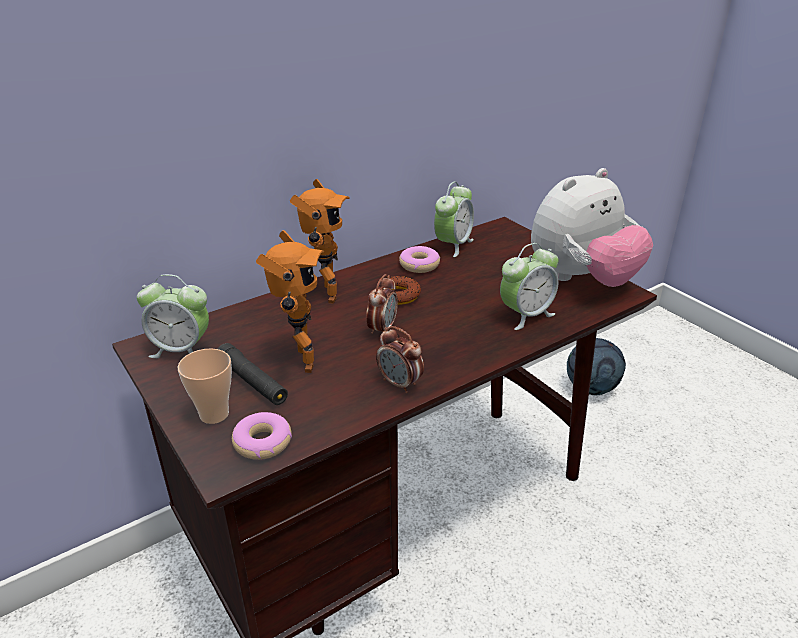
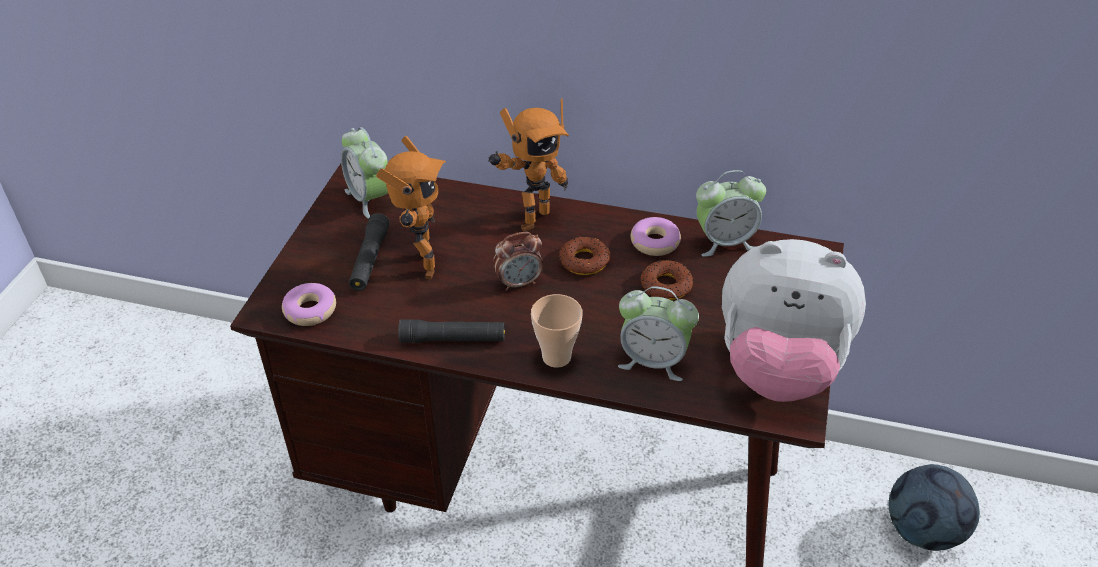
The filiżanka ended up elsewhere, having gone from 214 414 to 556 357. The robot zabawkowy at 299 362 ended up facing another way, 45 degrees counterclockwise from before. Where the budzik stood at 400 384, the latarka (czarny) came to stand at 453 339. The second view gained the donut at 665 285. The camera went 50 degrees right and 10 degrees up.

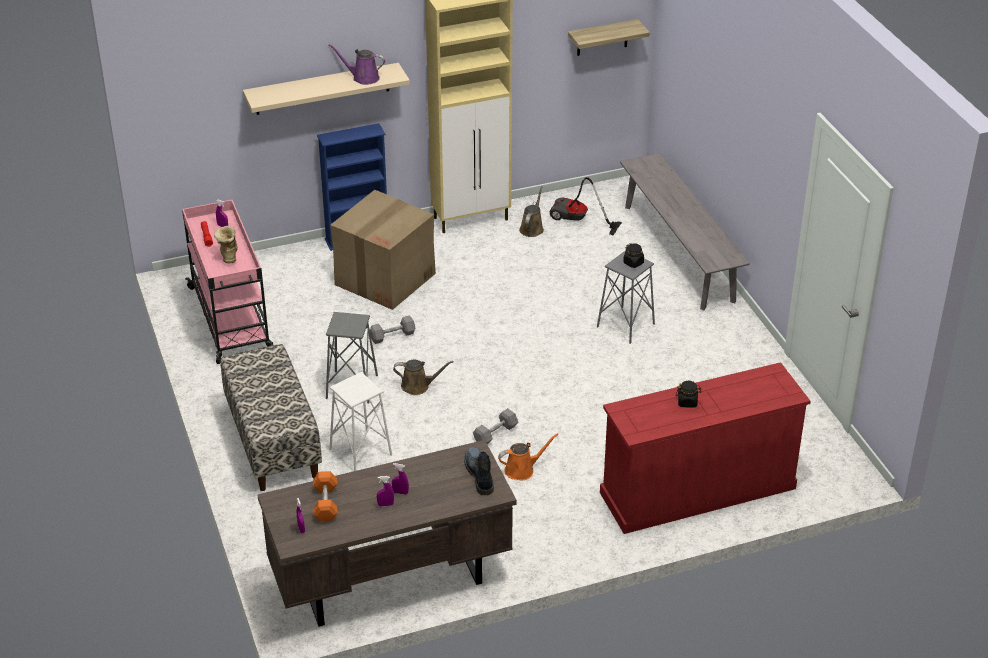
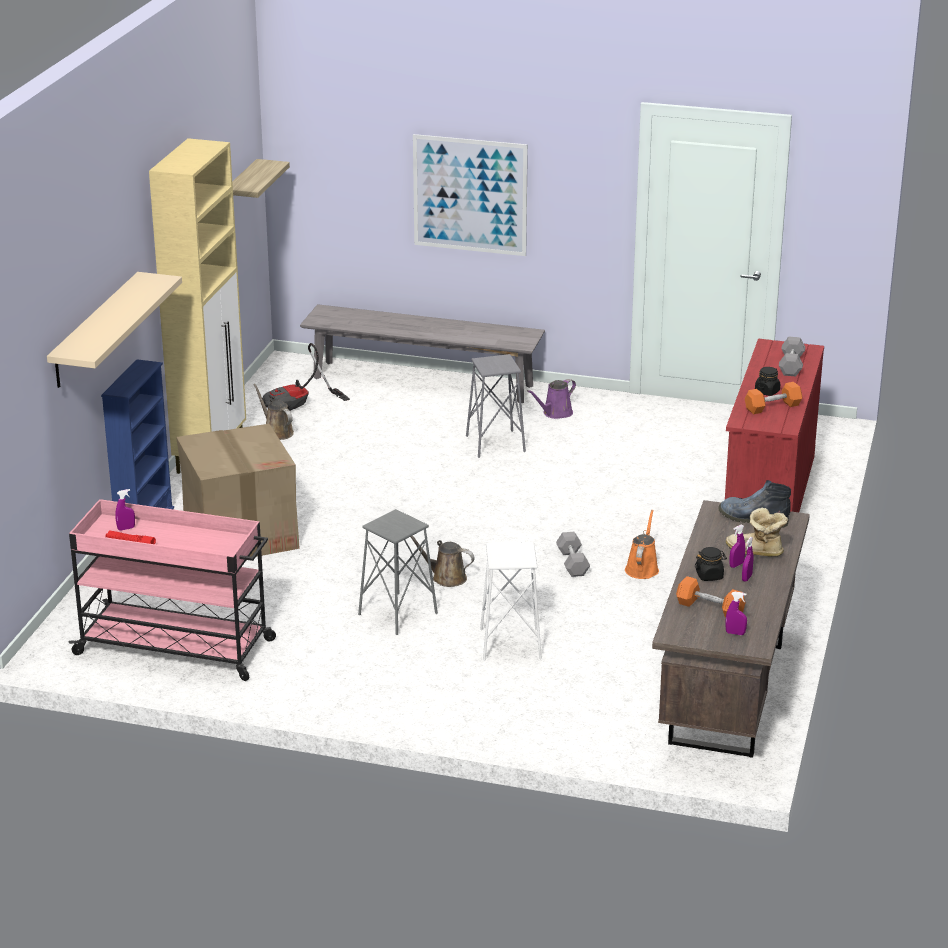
The but z cholewką ended up elsewhere, having gone from 228 255 to 755 552. The second view lost the ławka at 272 441. The konewka (fioletowy) ended up elsewhere, having gone from 363 78 to 555 413. The hantel (szary) ended up elsewhere, having gone from 392 336 to 791 365. The konewka (brązowy) at 418 386 ended up facing another way, 105 degrees counterclockwise from before. The słoik (czarny) ended up elsewhere, having gone from 633 263 to 709 575. The second view gained the obraz at 470 195. The second view gained the hantel (pomarańczowy) at 772 407. The camera went 55 degrees left and 10 degrees down.

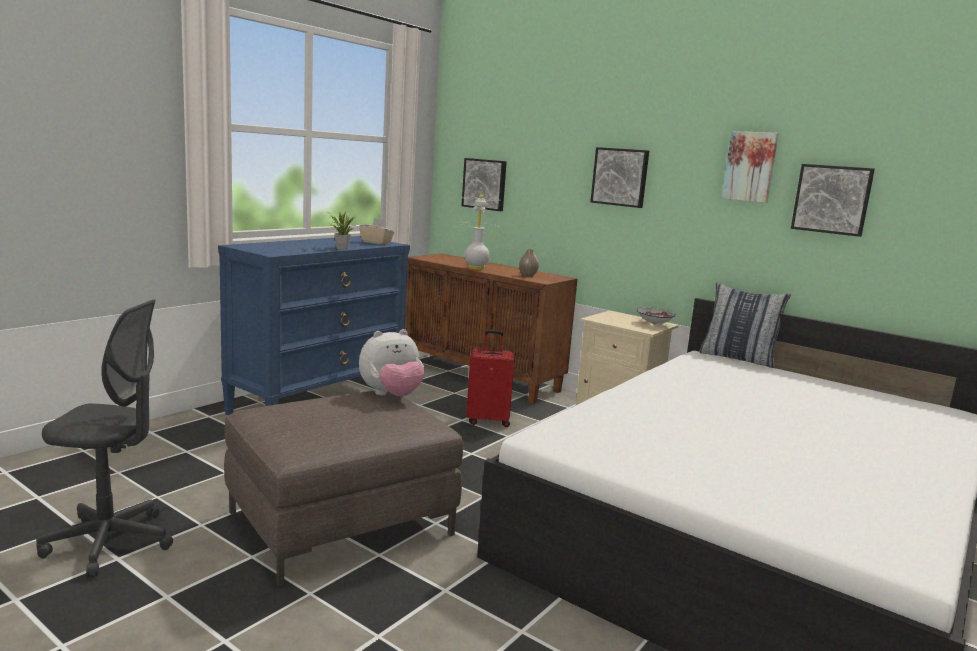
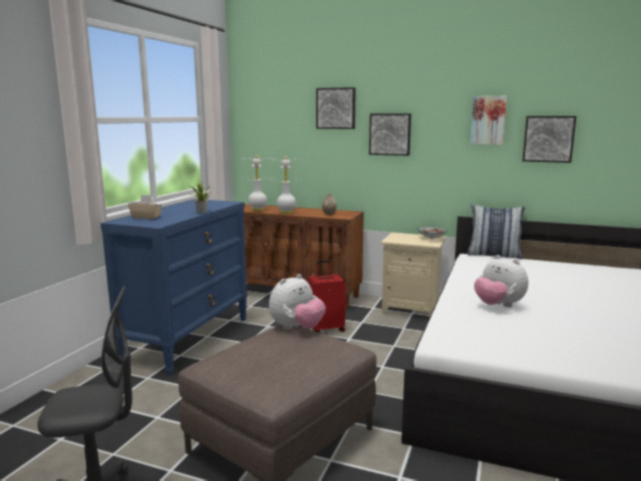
The pudełko chusteczek (beżowy) ended up elsewhere, having gone from 376 242 to 146 217. The obraz ended up elsewhere, having gone from 485 184 to 336 108. The second view gained the lampa stołowa (biały) at 257 210. The second view gained the pluszak at 498 305. The camera went 15 degrees left and 0 degrees up.

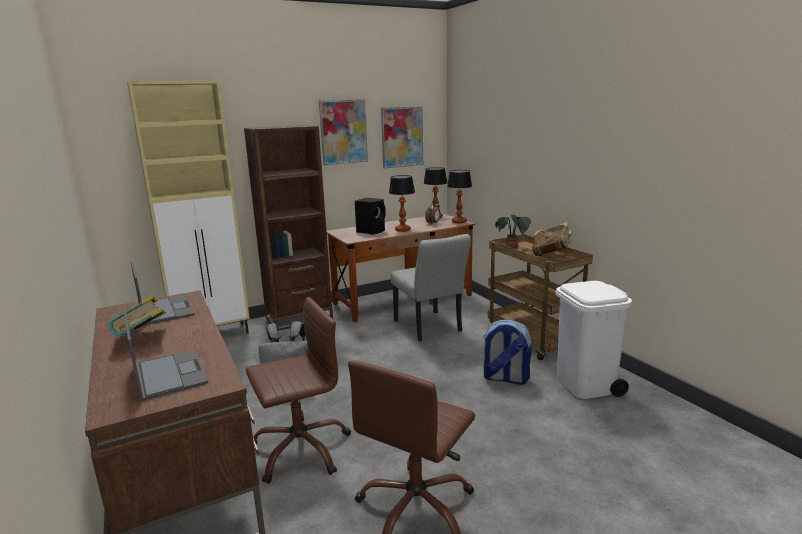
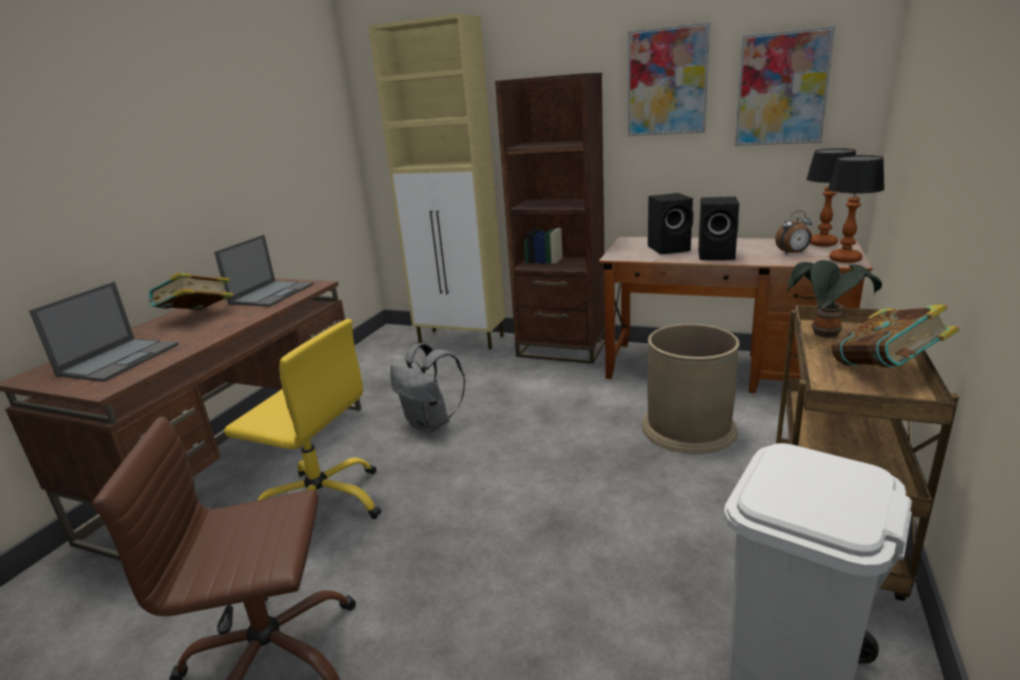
What was the krzesło biurowe (brązowy) at 300 449 turned into the krzesło biurowe (żółty) at 322 504. Where the lampa stołowa stood at 402 230, the głośnik (czarny) came to stand at 717 255. Where the krzesło (szary) stood at 430 328, the kosz na śmieci (brązowy) came to stand at 688 428. The second view lost the plecak at 505 378. The camera went 50 degrees right and 5 degrees up.

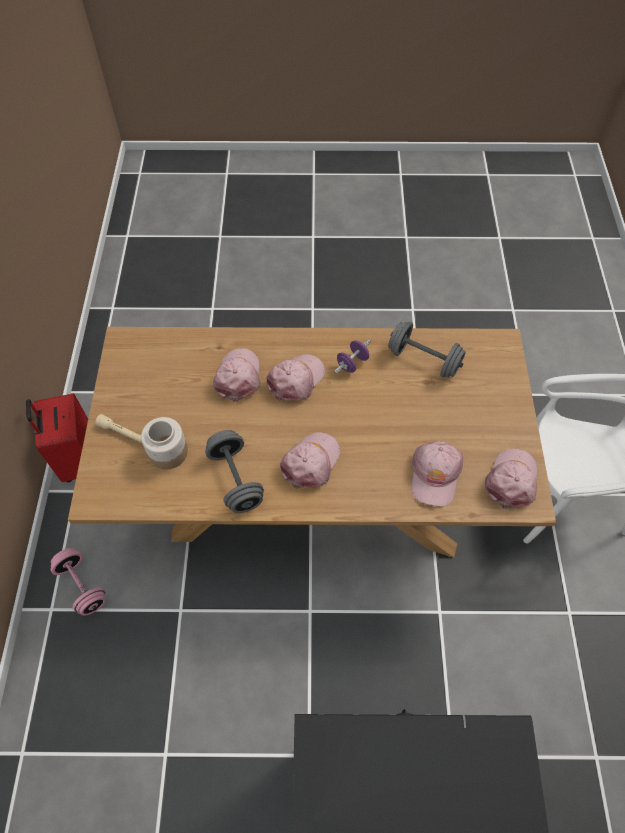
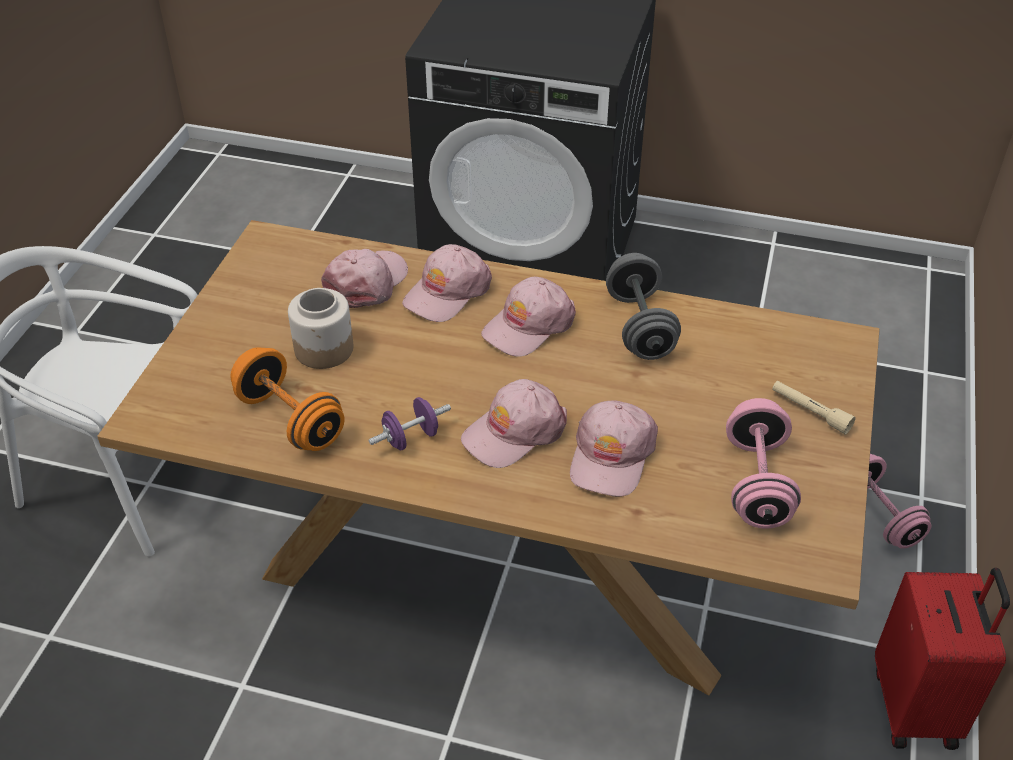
The słoik ended up elsewhere, having gone from 168 452 to 324 349. What was the hantel (szary) at 423 360 turned into the hantel (pomarańczowy) at 290 419. The czapka z daszkiem (różowy) ended up elsewhere, having gone from 511 480 to 447 292. The second view gained the hantel (różowy) at 757 483. The camera went 165 degrees left and 15 degrees down.

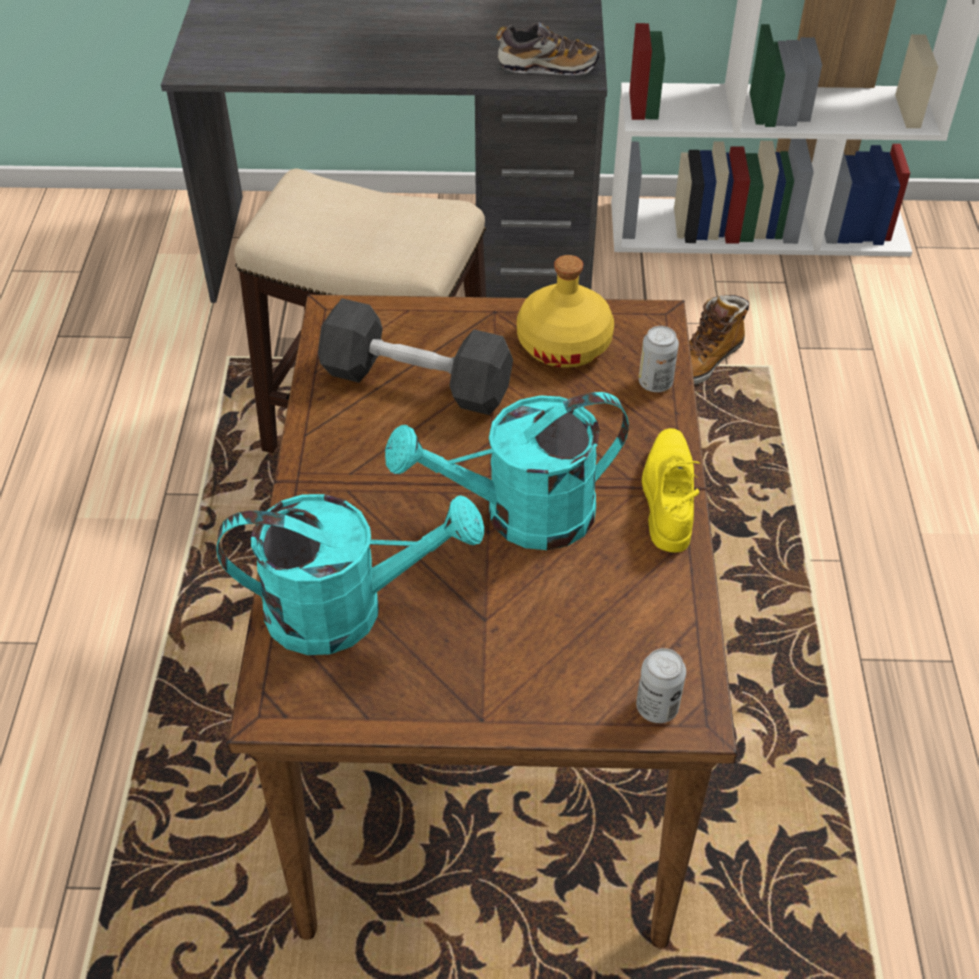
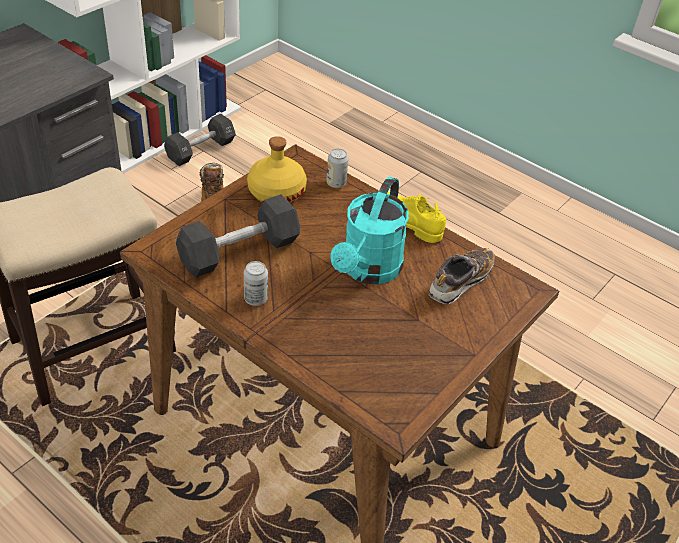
The second view lost the konewka (turkusowy) at 346 608. The but ended up elsewhere, having gone from 547 67 to 460 282. The puszka ended up elsewhere, having gone from 657 707 to 255 299. The second view gained the hantel (czarny) at 201 150. The camera went 55 degrees left and 5 degrees down.

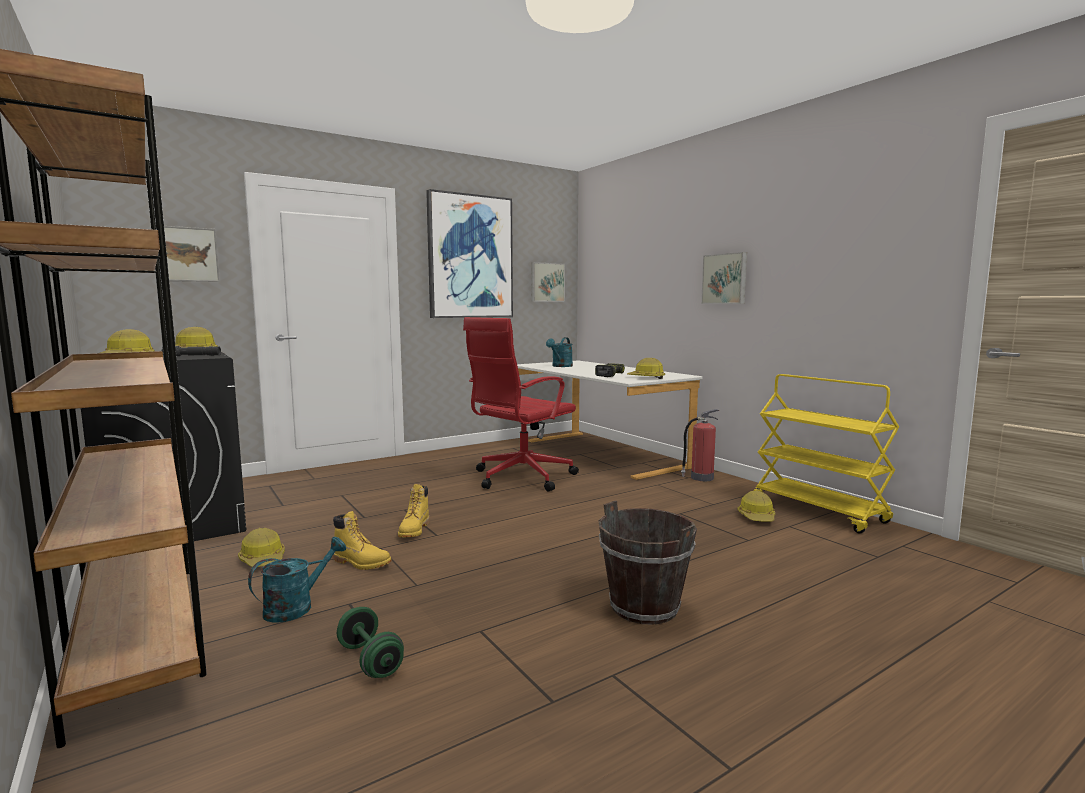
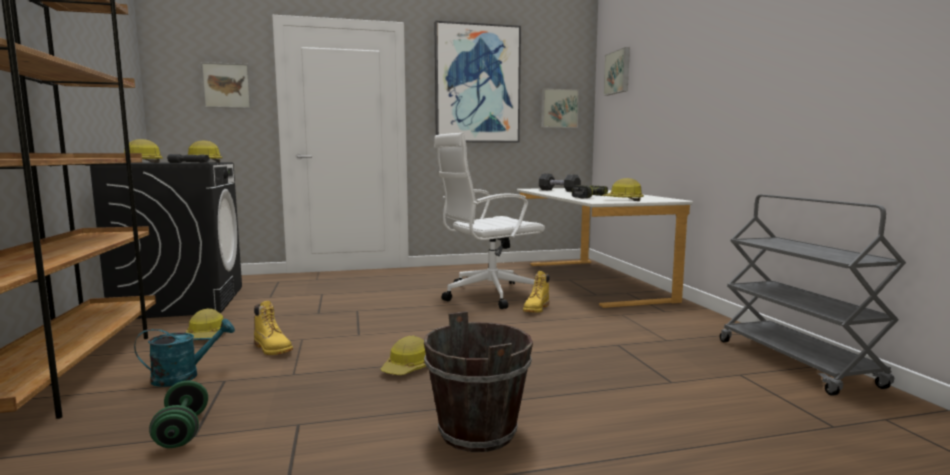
The but z cholewką (żółty) ended up elsewhere, having gone from 414 530 to 536 309. What was the krzesło biurowe (czerwony) at 520 478 turned into the krzesło biurowe (biały) at 488 295. Where the konewka (turkusowy) stood at 560 366, the hantel (czarny) came to stand at 559 190. The second view lost the gaśnica at 700 478. The obraz ended up elsewhere, having gone from 725 279 to 618 72. The kask ended up elsewhere, having gone from 757 517 to 407 368. What was the wózek (żółty) at 819 511 turned into the wózek (szary) at 797 363. The camera went 20 degrees right and 0 degrees up.

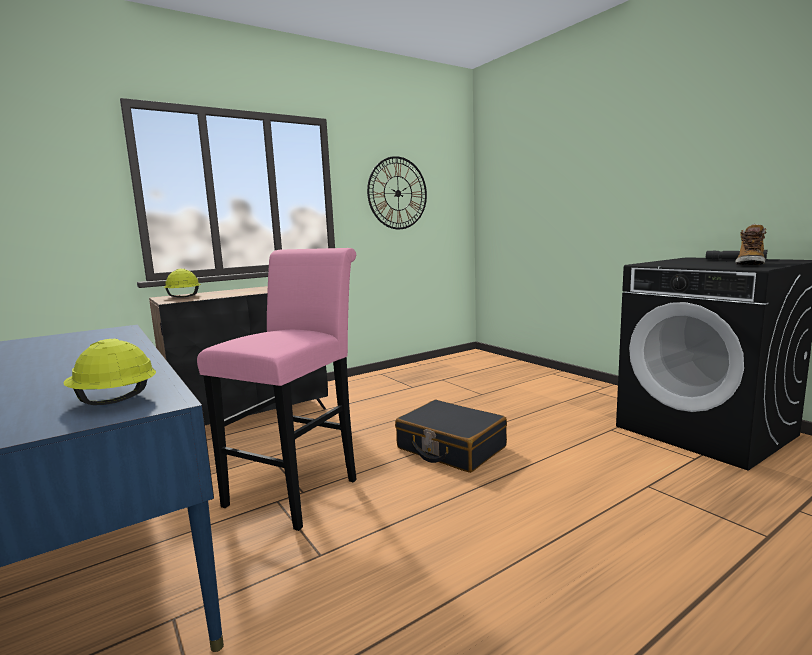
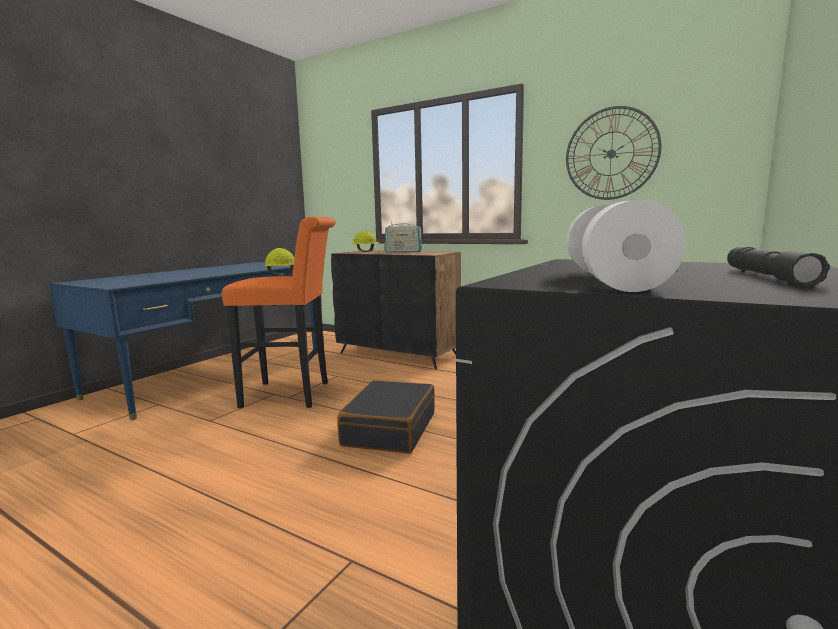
The kask (żółty) ended up elsewhere, having gone from 114 400 to 282 274. What was the stołek (różowy) at 298 488 turned into the stołek (pomarańczowy) at 293 394. Where the but z cholewką stood at 749 264, the hantel (biały) came to stand at 612 280. The second view gained the radio at 403 252. The camera went 65 degrees right and 0 degrees up.

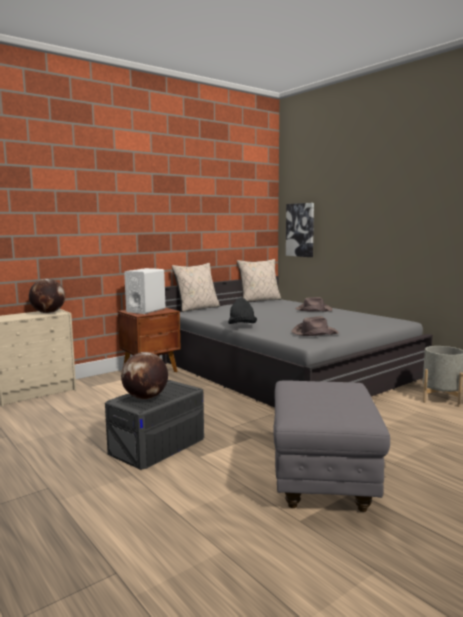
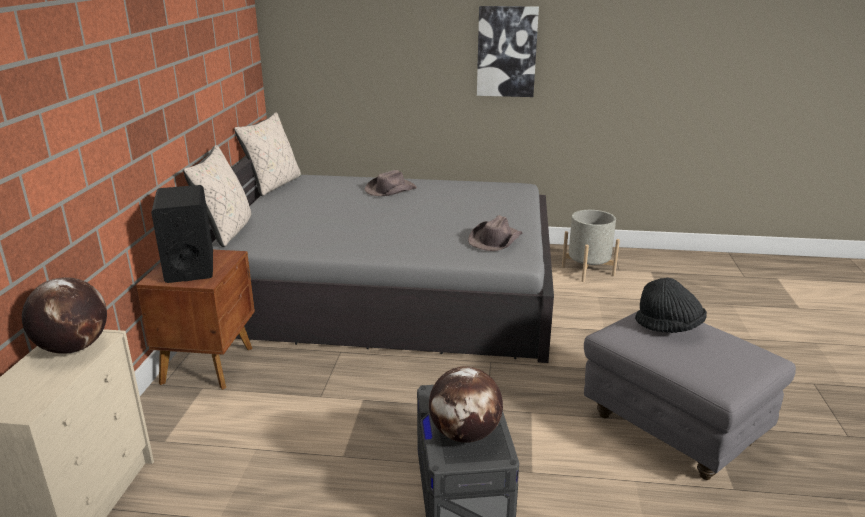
What was the głośnik (biały) at 146 310 turned into the głośnik (czarny) at 189 267. The kapelusz (czarny) ended up elsewhere, having gone from 242 326 to 669 327. The obraz ended up elsewhere, having gone from 300 230 to 506 51. The camera went 45 degrees left and 15 degrees up.

